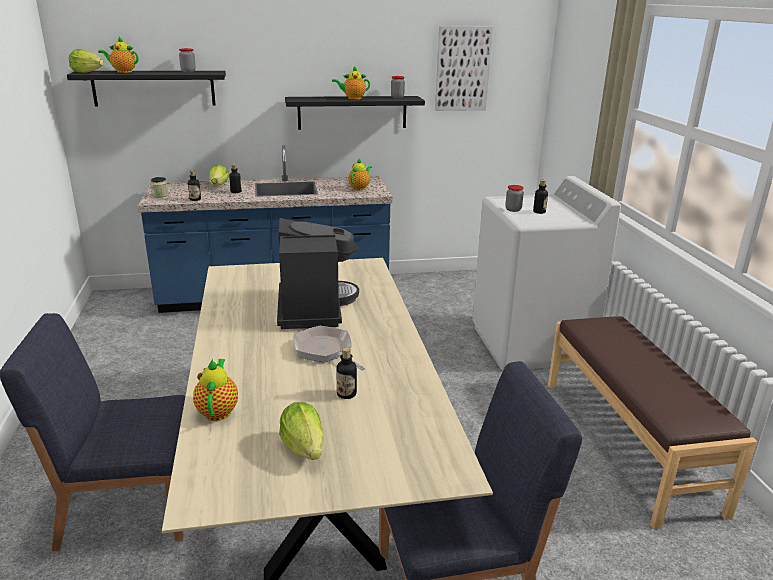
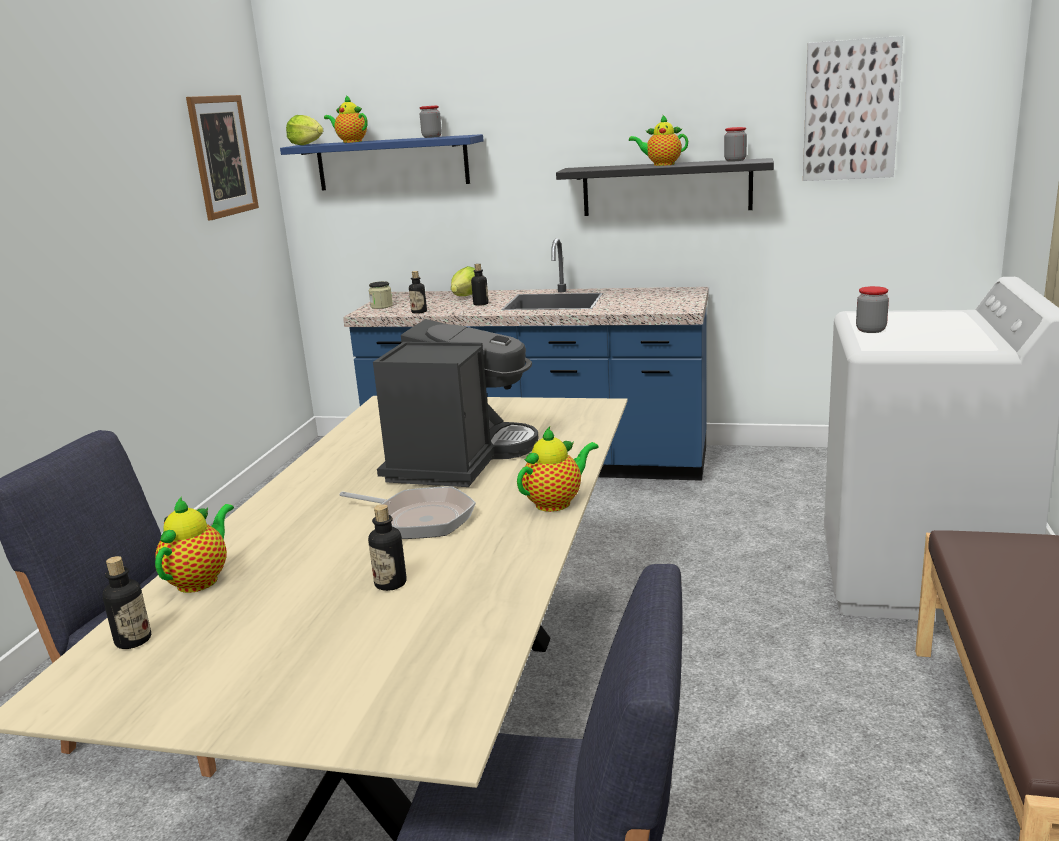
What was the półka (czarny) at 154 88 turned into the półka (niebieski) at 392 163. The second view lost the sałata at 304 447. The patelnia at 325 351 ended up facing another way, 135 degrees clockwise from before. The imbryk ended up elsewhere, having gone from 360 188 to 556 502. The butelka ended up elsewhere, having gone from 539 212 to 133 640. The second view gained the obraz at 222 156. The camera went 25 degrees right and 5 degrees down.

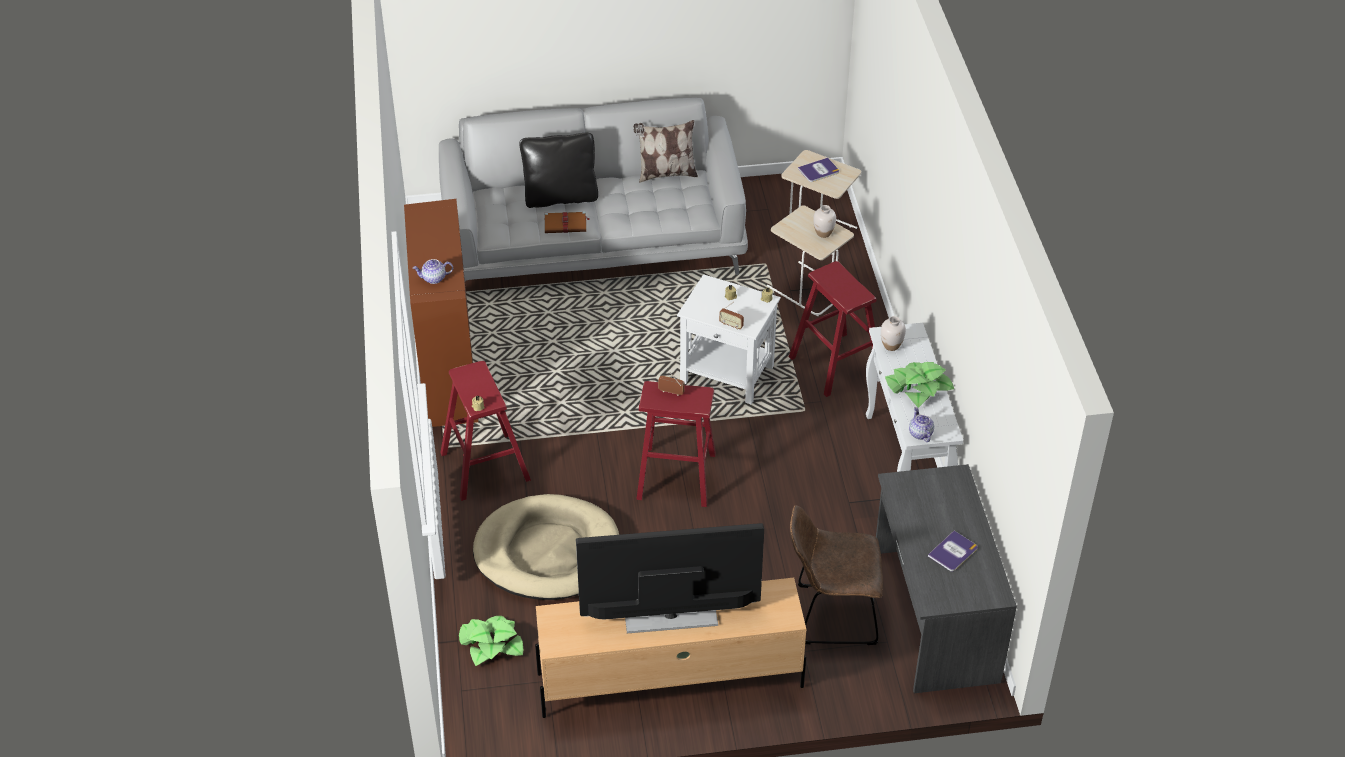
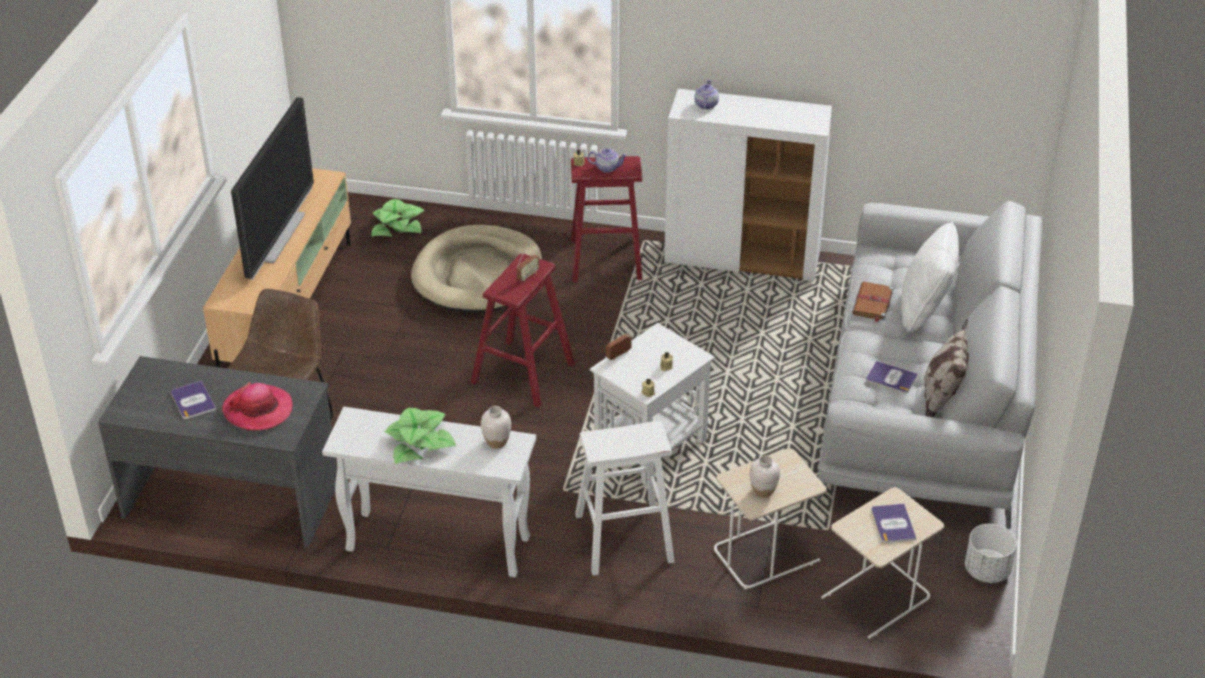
What was the szafka (brązowy) at 447 375 turned into the szafka (biały) at 743 258. What was the poduszka (czarny) at 560 197 turned into the poduszka (biały) at 924 310. What was the stołek (czerwony) at 835 364 turned into the stołek (biały) at 624 538. The imbryk ended up elsewhere, having gone from 920 433 to 607 168. The second view gained the kapelusz at 258 410. The second view gained the książka at 891 378. The second view gained the donica (biały) at 987 571. The camera went 110 degrees right and 5 degrees down.

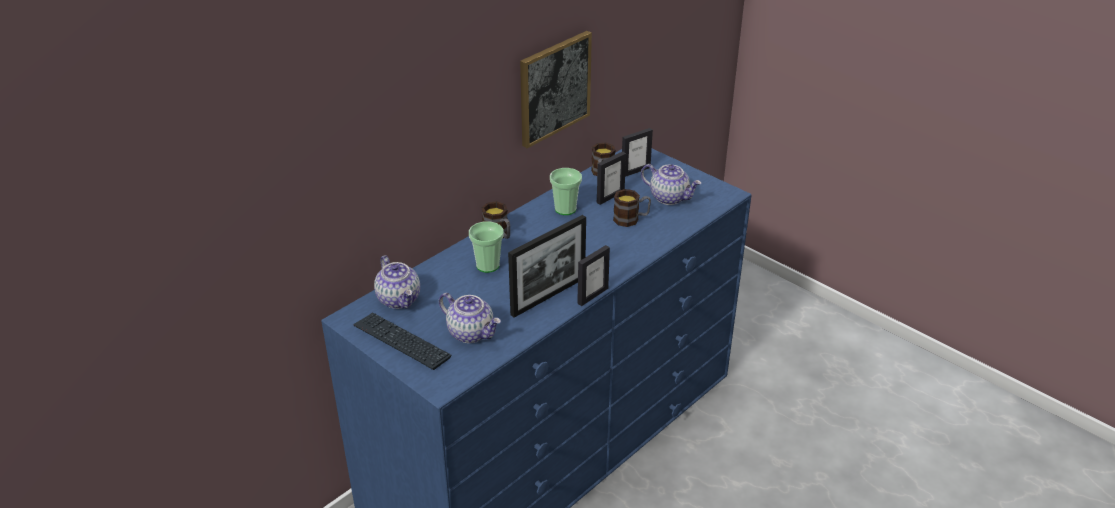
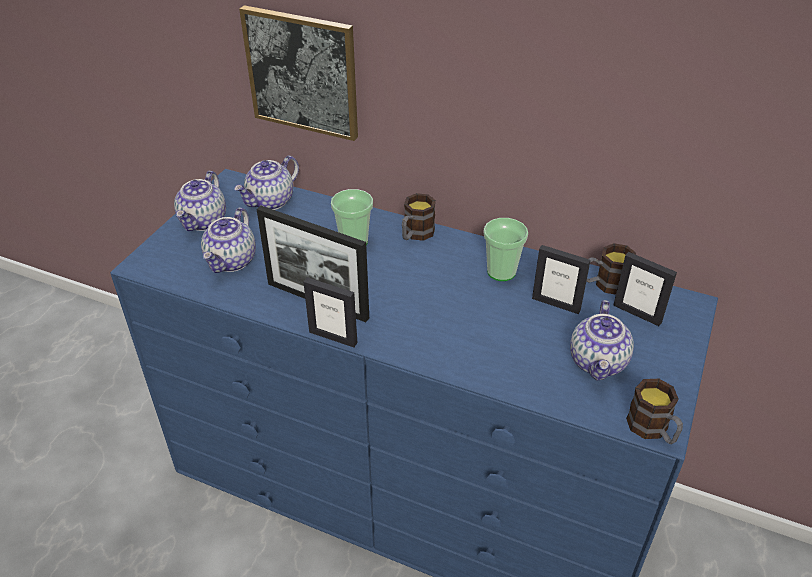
Where the klawiatura stood at 401 342, the imbryk came to stand at 204 221. The obraz ended up elsewhere, having gone from 554 88 to 302 72. The kubek ended up elsewhere, having gone from 631 219 to 652 430. The camera went 70 degrees right and 5 degrees up.

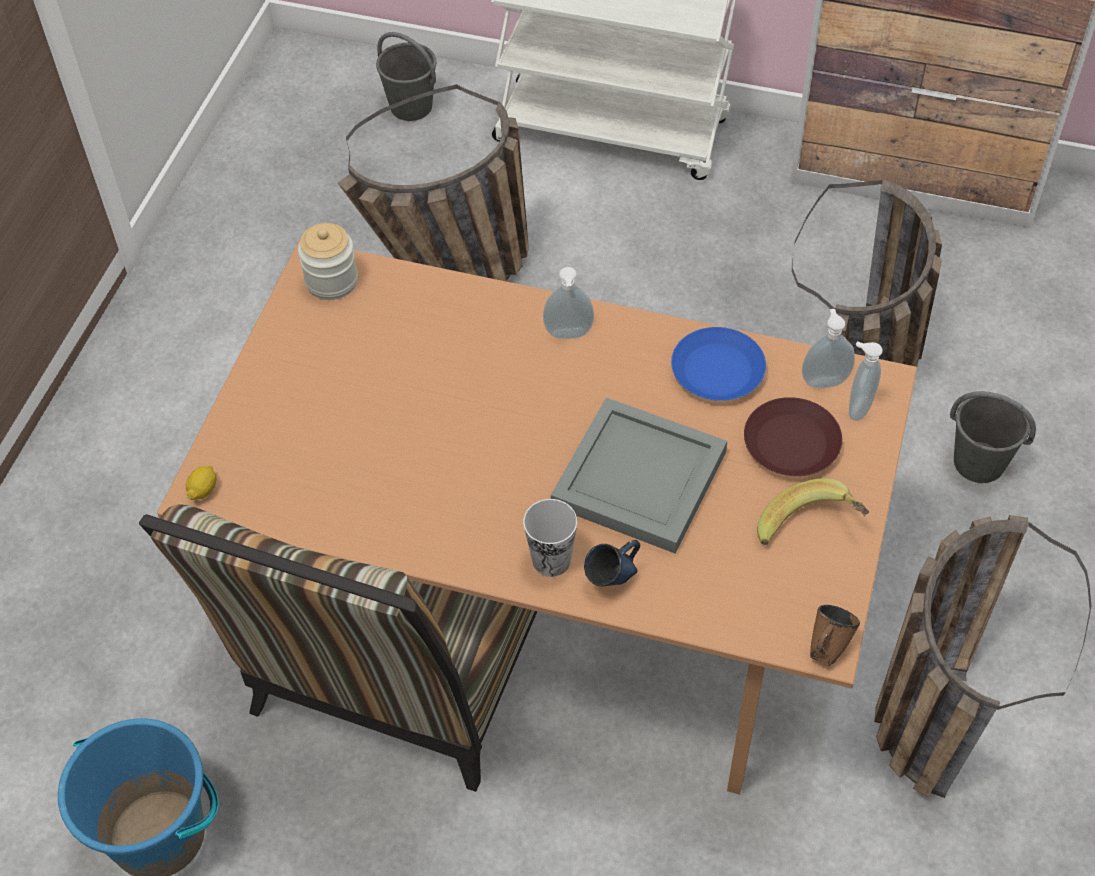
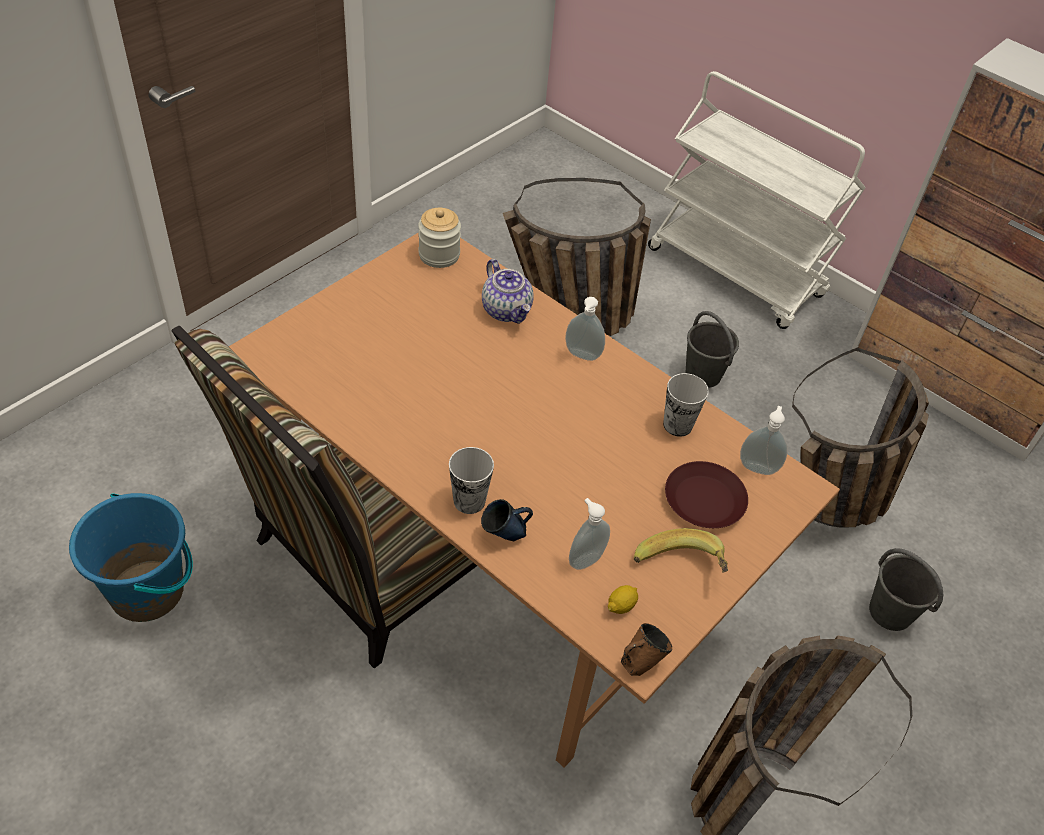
The cytryna ended up elsewhere, having gone from 203 490 to 621 605. The wiadro (szary) ended up elsewhere, having gone from 410 106 to 702 374. The second view lost the taca (szary) at 636 479. Where the talerz (niebieski) stood at 716 370, the filiżanka came to stand at 677 425. The dozownik mydła ended up elsewhere, having gone from 857 407 to 584 559. The second view gained the imbryk at 507 310. The camera went 20 degrees right and 5 degrees down.

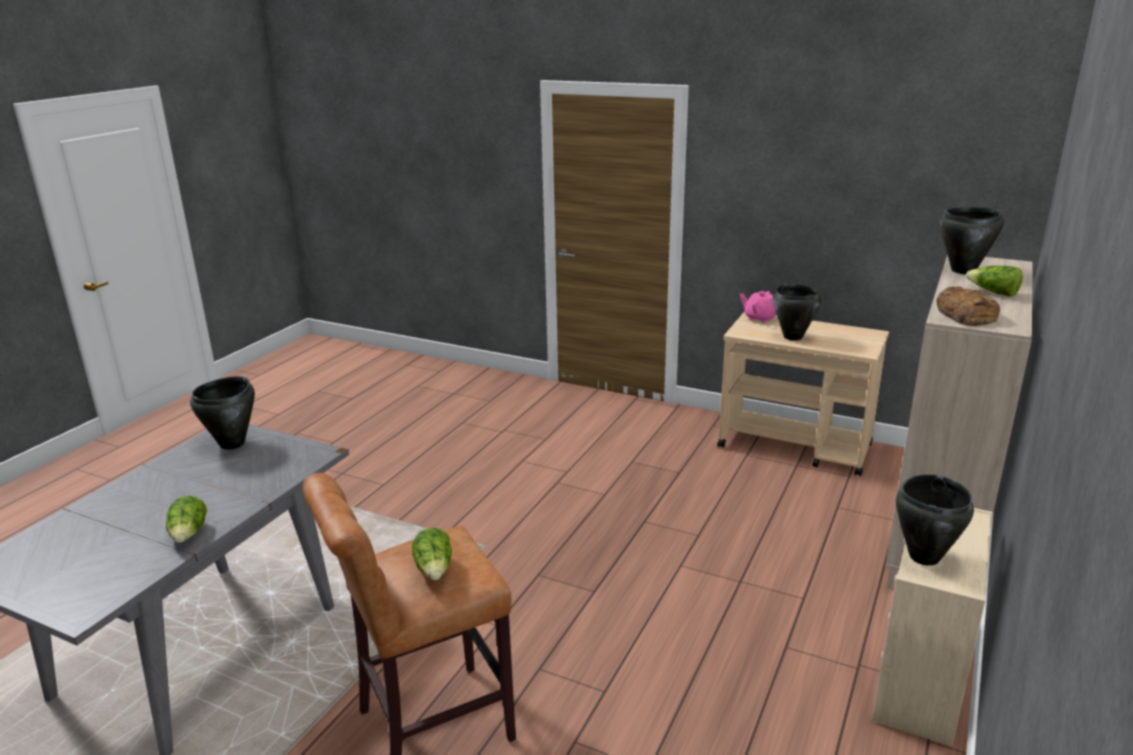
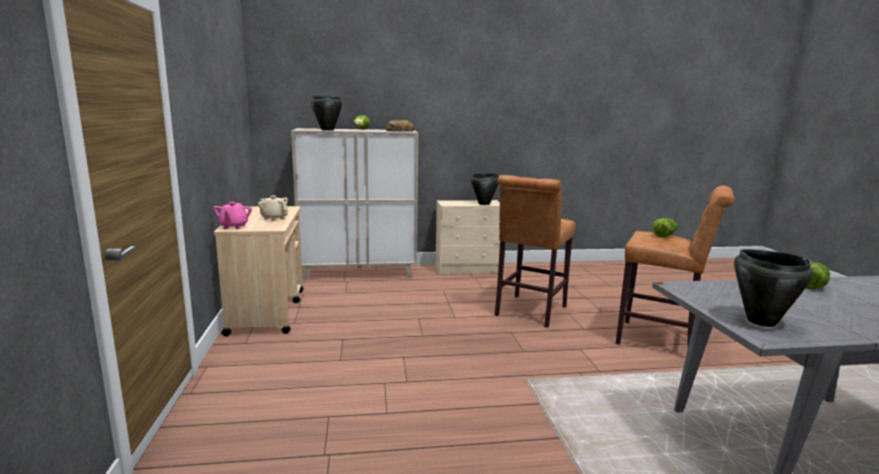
Where the garnek (czarny) stood at 792 337, the imbryk (beżowy) came to stand at 274 218. The second view gained the stołek (brązowy) at 529 312. The camera went 125 degrees left and 10 degrees down.

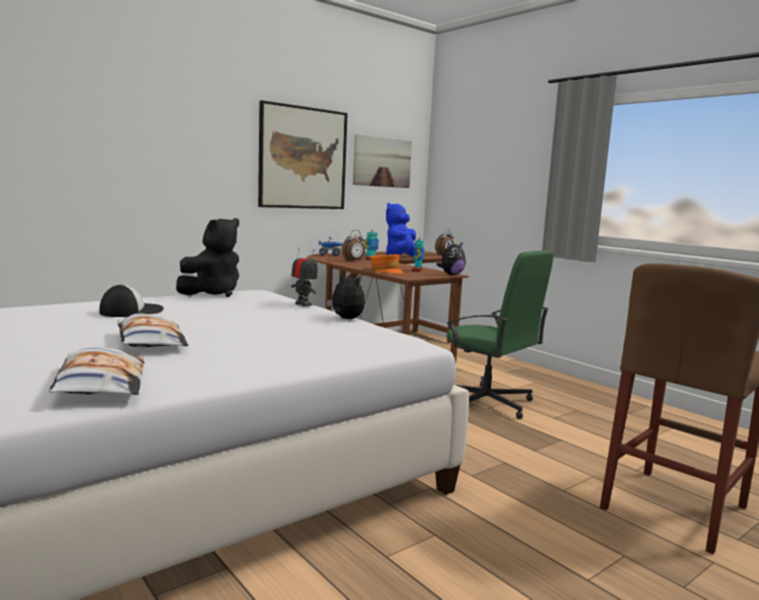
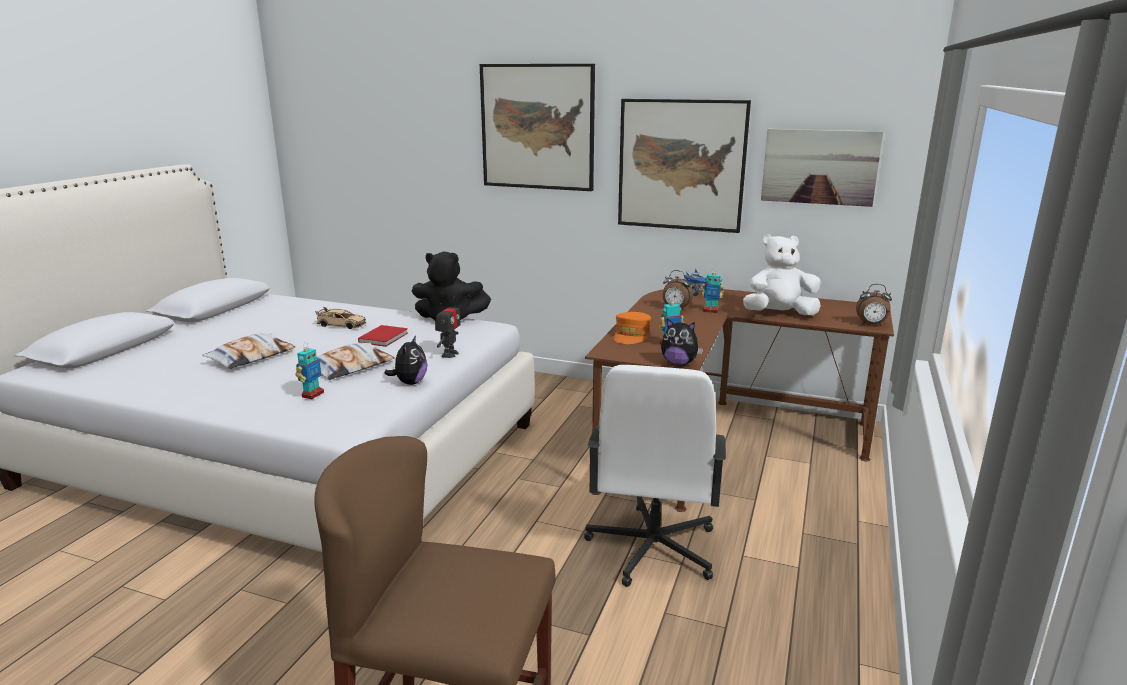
The poduszka ended up elsewhere, having gone from 100 384 to 350 367. Where the czapka z daszkiem stood at 131 311, the samochodzik (beżowy) came to stand at 341 325. What was the pluszak (niebieski) at 401 257 turned into the pluszak (biały) at 779 314. What was the krzesło biurowe (zielony) at 487 402 turned into the krzesło biurowe (biały) at 652 548. The second view gained the robot zabawkowy at 312 394. The second view gained the książka (czerwony) at 385 337. The second view gained the obraz at 537 127. The camera went 60 degrees right and 10 degrees up.

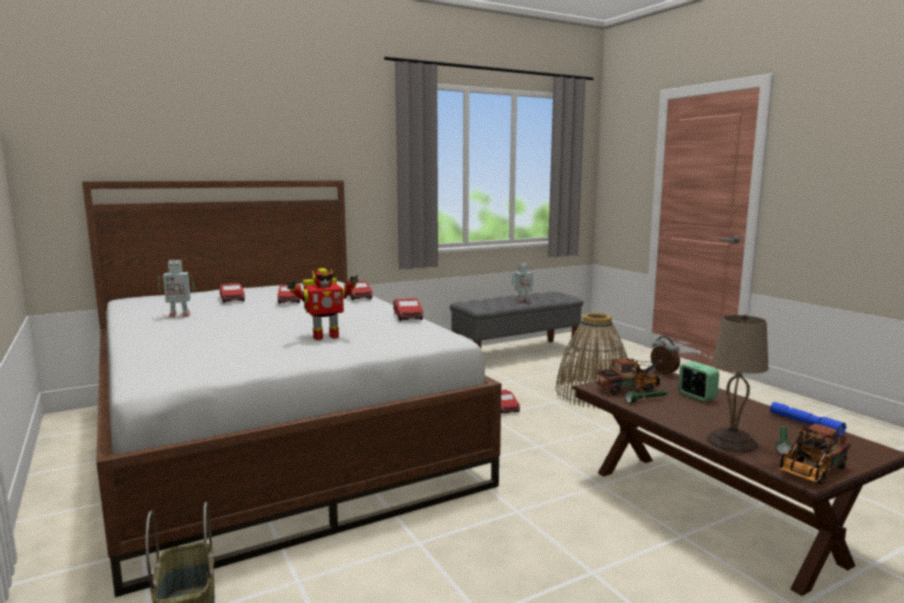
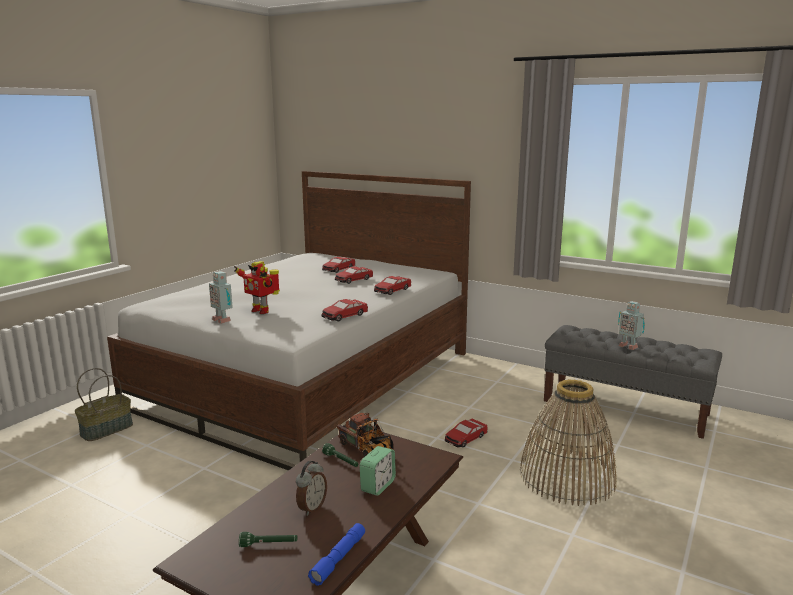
The robot zabawkowy ended up elsewhere, having gone from 179 315 to 222 320. The budzik ended up elsewhere, having gone from 663 373 to 311 508. The second view lost the lampa stołowa (beżowy) at 732 442. The second view lost the ciężarówka zabawkowa at 810 472. The camera went 60 degrees right and 5 degrees up.

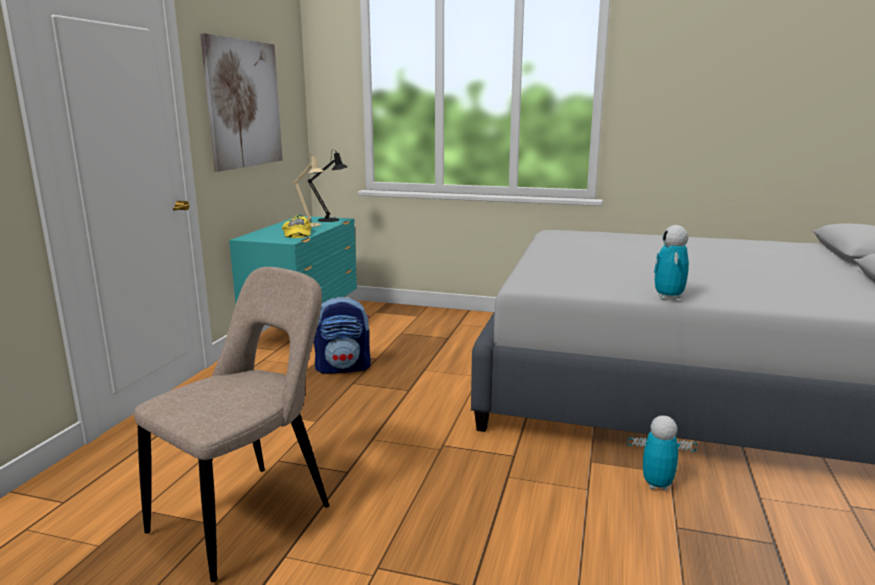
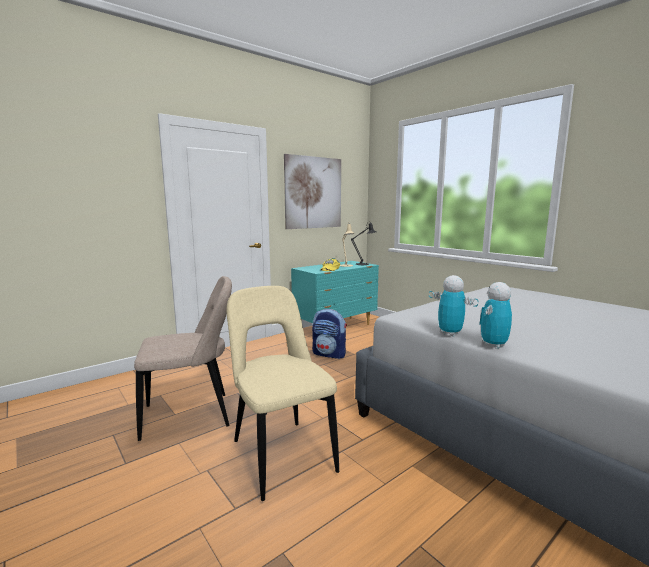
The robot zabawkowy ended up elsewhere, having gone from 656 485 to 449 333. The second view gained the krzesło (beżowy) at 280 453. The camera went 35 degrees right and 5 degrees down.

